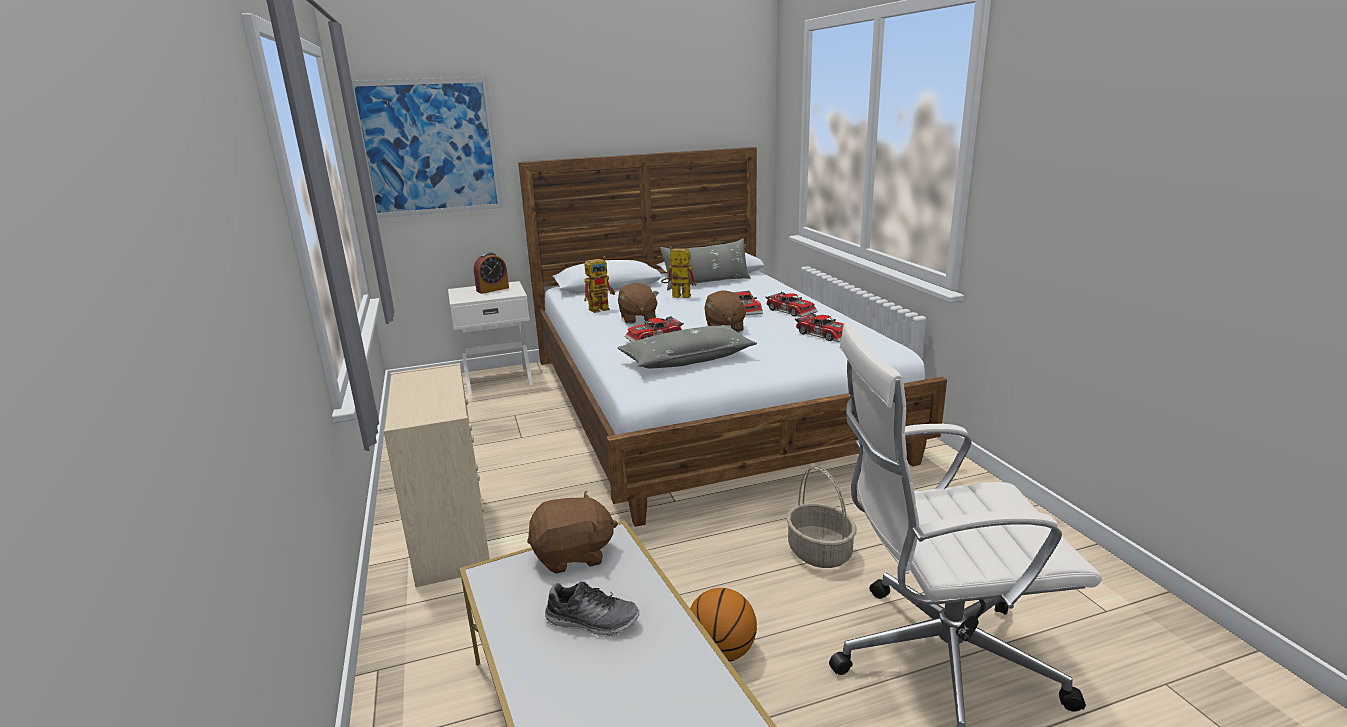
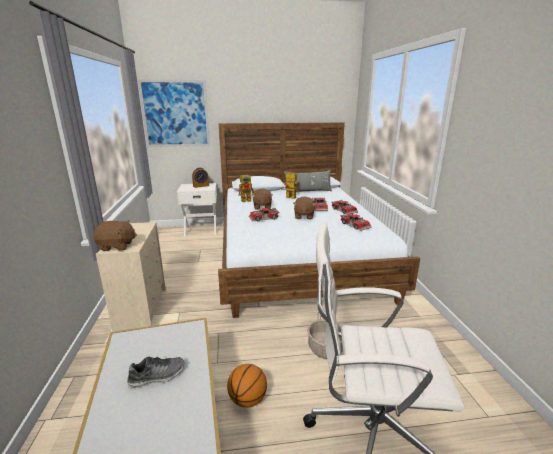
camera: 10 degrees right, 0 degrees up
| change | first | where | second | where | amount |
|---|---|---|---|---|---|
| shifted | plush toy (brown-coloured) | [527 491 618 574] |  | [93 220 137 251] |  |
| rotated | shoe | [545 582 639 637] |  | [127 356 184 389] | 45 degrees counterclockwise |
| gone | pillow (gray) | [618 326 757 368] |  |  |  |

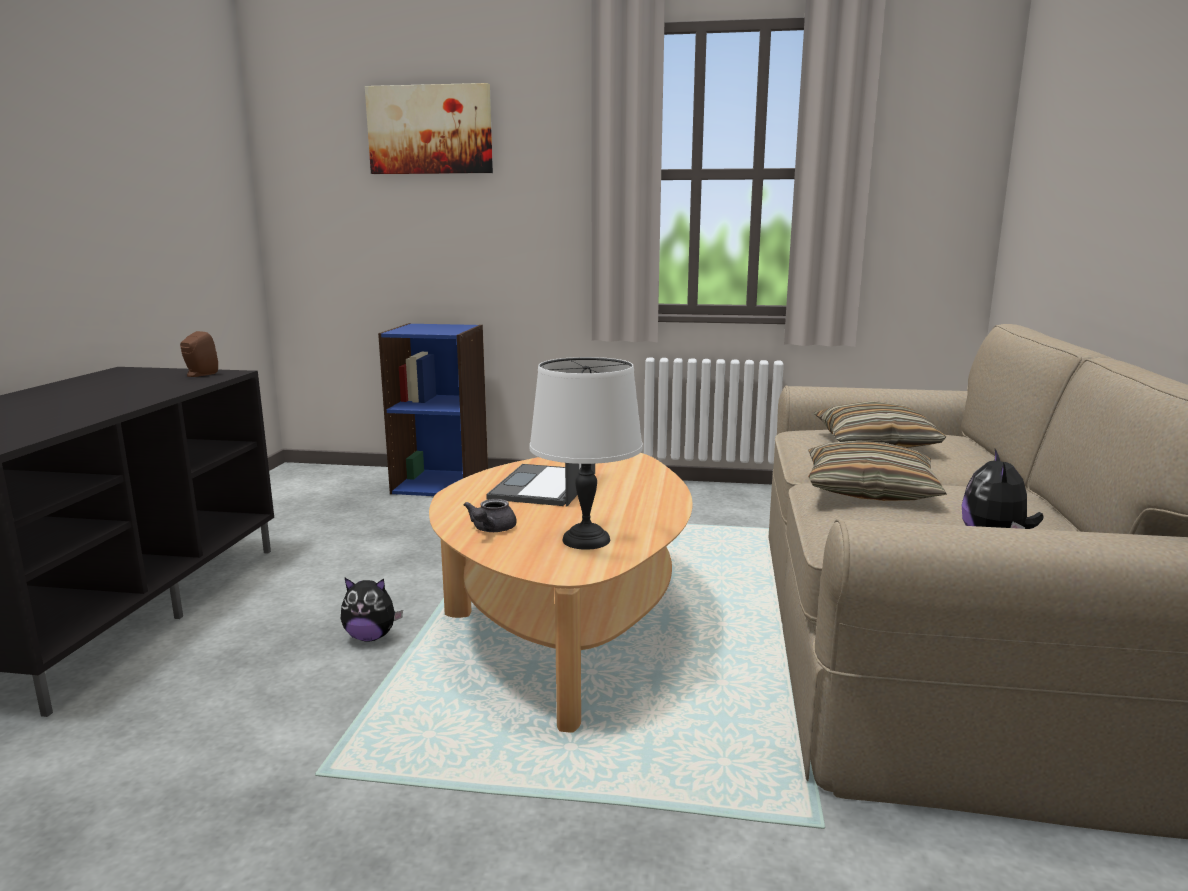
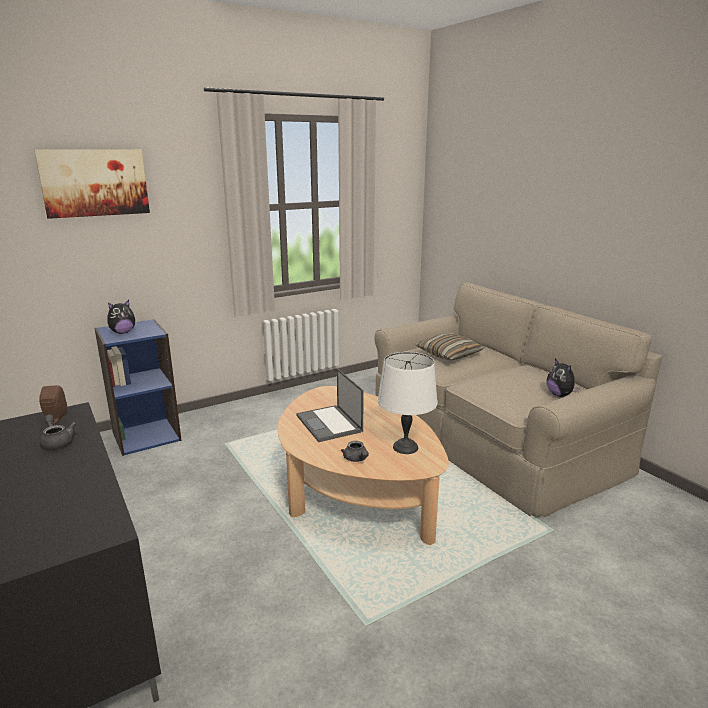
camera: 40 degrees left, 5 degrees up
| change | first | where | second | where | amount |
|---|---|---|---|---|---|
| new |  |  | pot for tea (gray) | [40 414 76 450] |  |
| shifted | plush toy | [341 577 403 642] |  | [108 300 135 334] |  |
| gone | pillow | [808 441 947 501] |  |  |  |

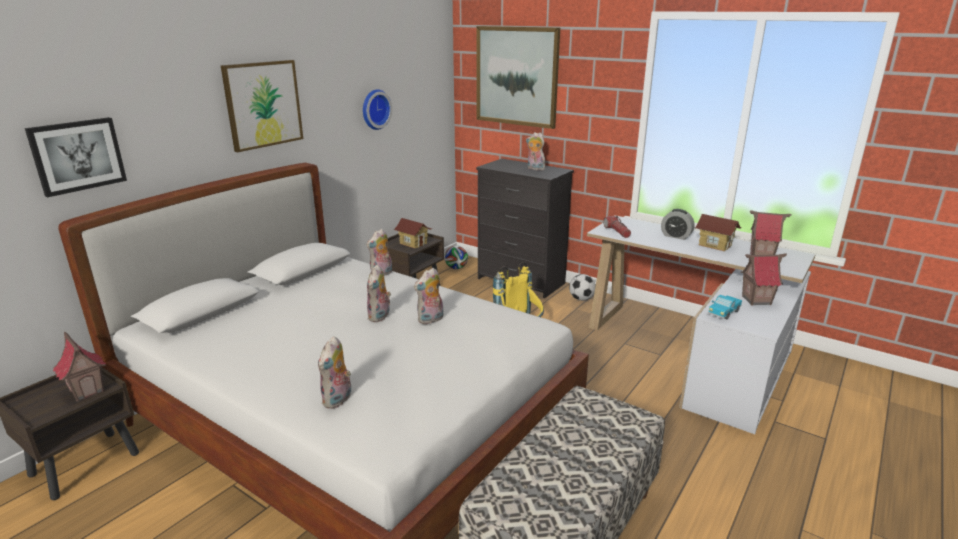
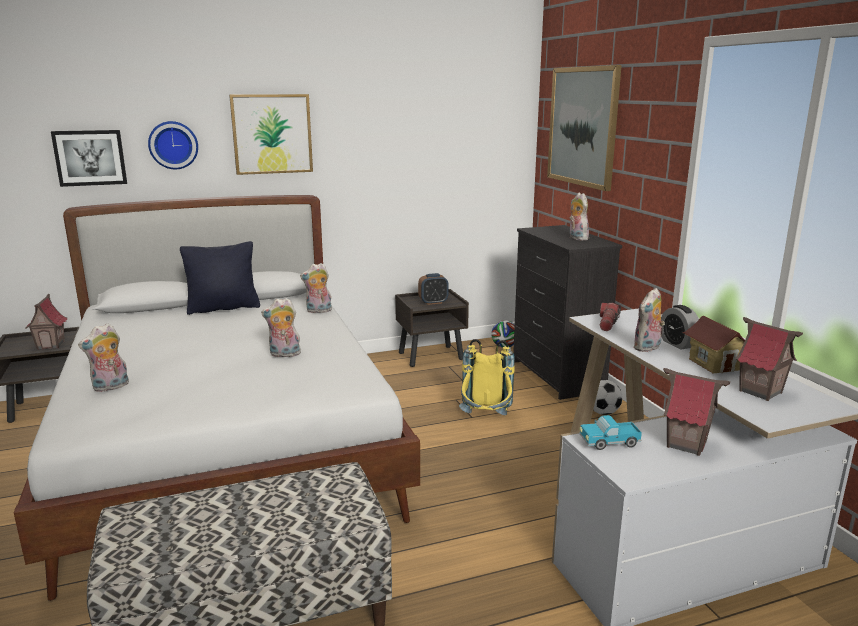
camera: 35 degrees right, 5 degrees down
| change | first | where | second | where | amount |
|---|---|---|---|---|---|
| shifted | wall clock | [363 89 392 130] |  | [148 121 198 169] |  |
| new |  |  | pillow (black) | [180 241 260 315] |  |
| swapped | model house | [393 218 432 248] | table clock | [418 273 449 305] |  |
| shifted | plush toy | [367 265 391 322] |  | [633 288 665 352] |  |

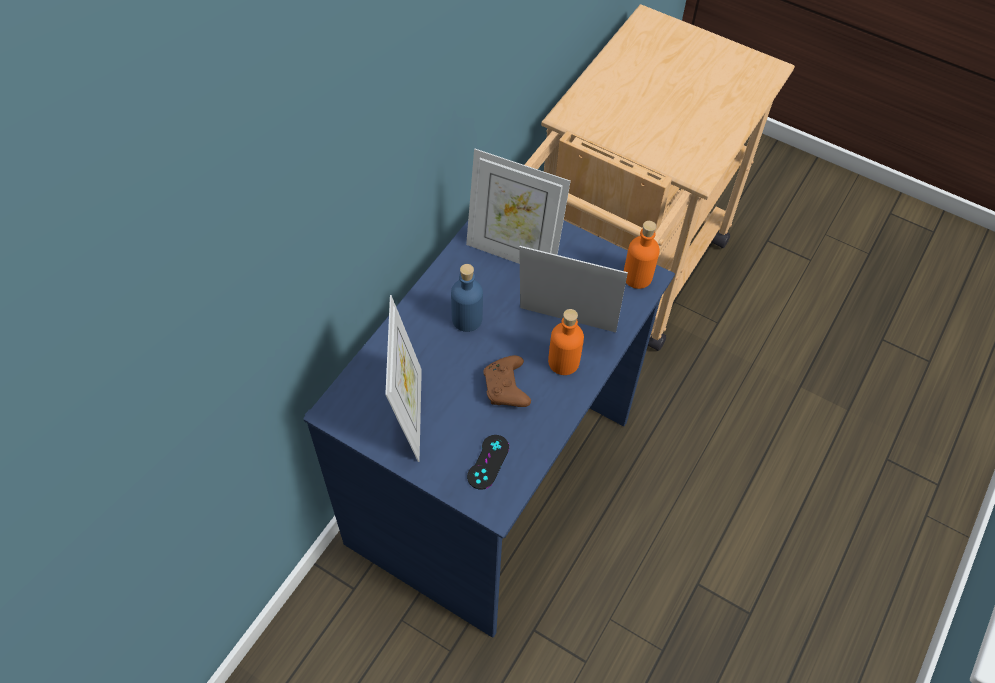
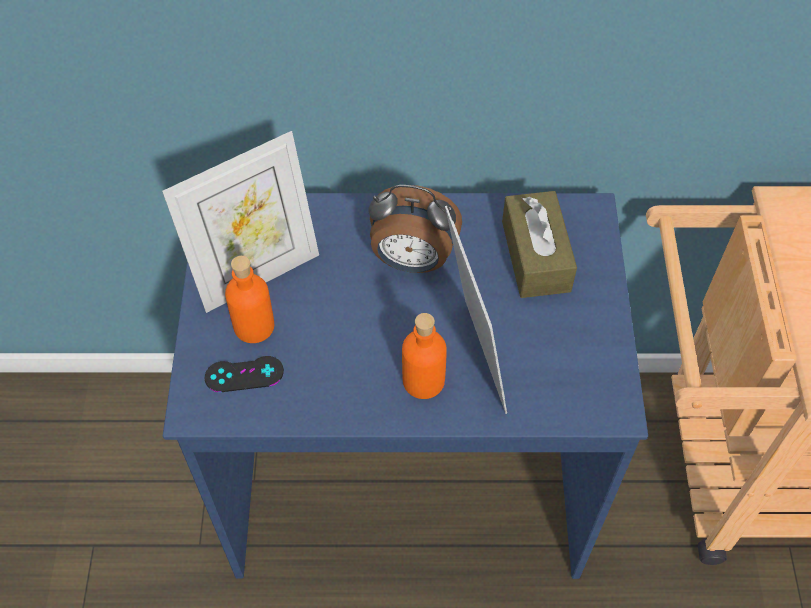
camera: 60 degrees right, 0 degrees up
| change | first | where | second | where | amount |
|---|---|---|---|---|---|
| shifted | drink bottle (orangey) | [624 221 660 289] |  | [225 256 274 343] |  |
| swapped | drink bottle (blue-coloured) | [451 264 483 332] | table clock | [368 185 462 273] |  |
| swapped | photo frame | [466 149 571 264] | tissue holder (brown-coloured) | [502 191 577 298] |  |
| gone | joypad (brown-coloured) | [484 355 531 407] |  |  |  |

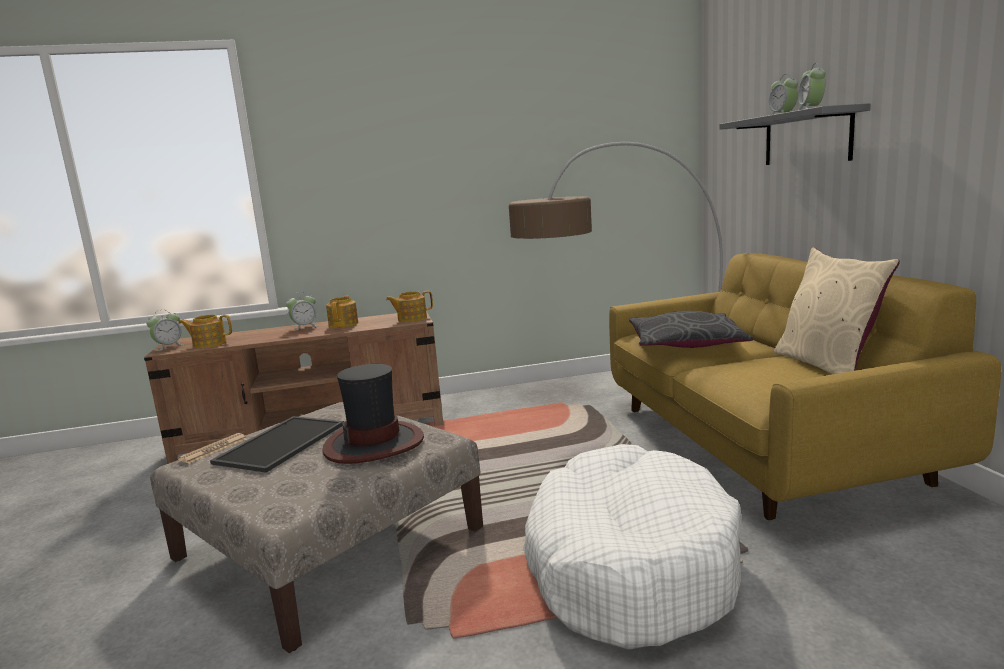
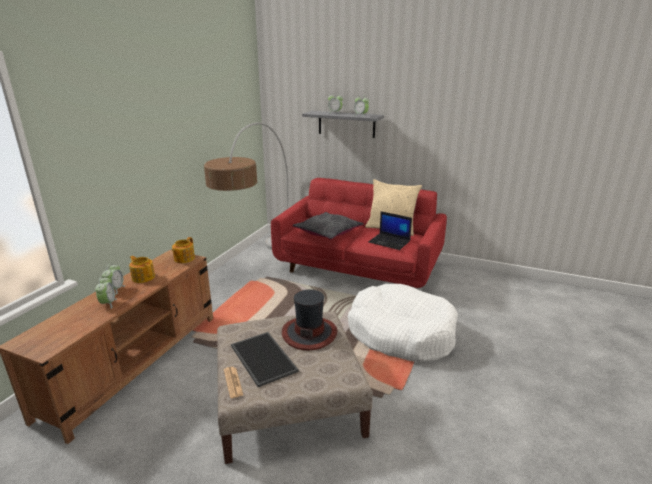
camera: 55 degrees left, 10 degrees up
| change | first | where | second | where | amount |
|---|---|---|---|---|---|
| shifted | table clock | [146 310 183 351] |  | [95 277 117 309] |  |
| repainted | couch (yellow) | [609 253 1001 520] | couch (reddish) | [271 178 447 288] |  |
| new |  |  | laptop | [368 211 412 250] |  |
| gone | pot for tea | [179 315 232 349] |  |  |  |

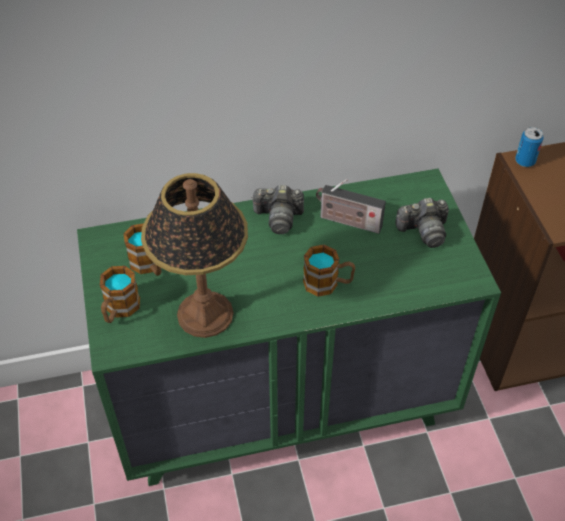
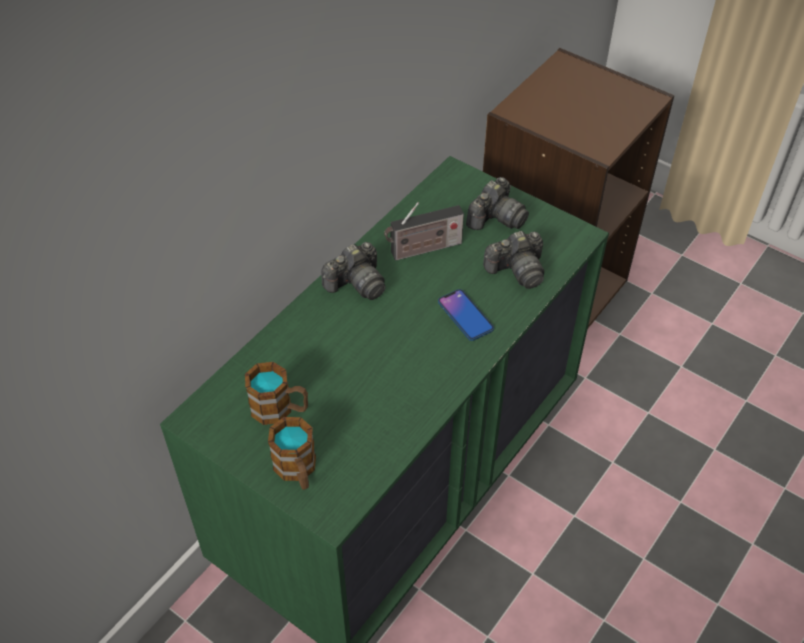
camera: 40 degrees left, 0 degrees up
| change | first | where | second | where | amount |
|---|---|---|---|---|---|
| swapped | coffee mug | [303 245 355 297] | phone | [438 289 494 341] |  |
| new |  |  | photo camera | [483 231 544 289] |  |
| gone | table lamp | [141 173 248 338] |  |  |  |
| gone | sealed can | [515 127 543 167] |  |  |  |

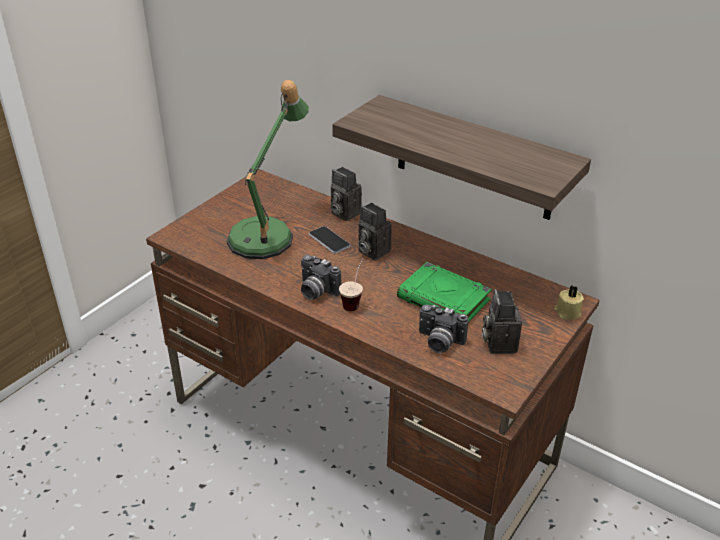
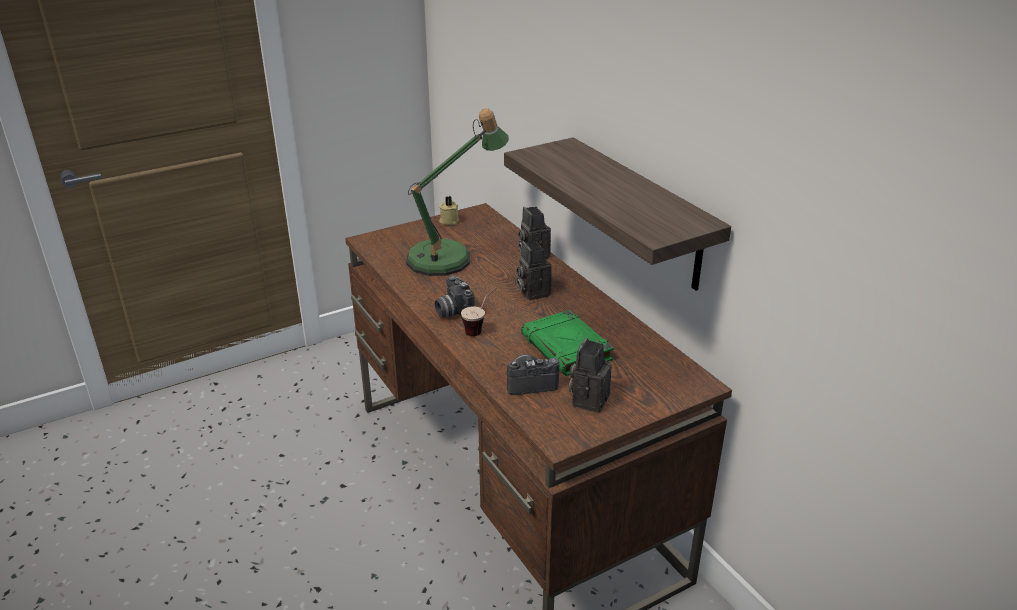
camera: 25 degrees right, 5 degrees down
| change | first | where | second | where | amount |
|---|---|---|---|---|---|
| shifted | candle (beige) | [554 286 584 320] |  | [439 196 459 225] |  |
| rotated | photo camera | [419 304 468 353] |  | [507 354 559 395] | 120 degrees clockwise |
| gone | phone | [309 226 350 254] |  |  |  |

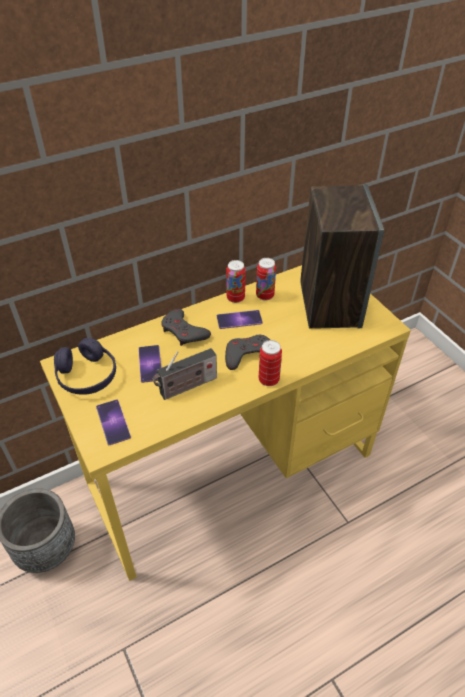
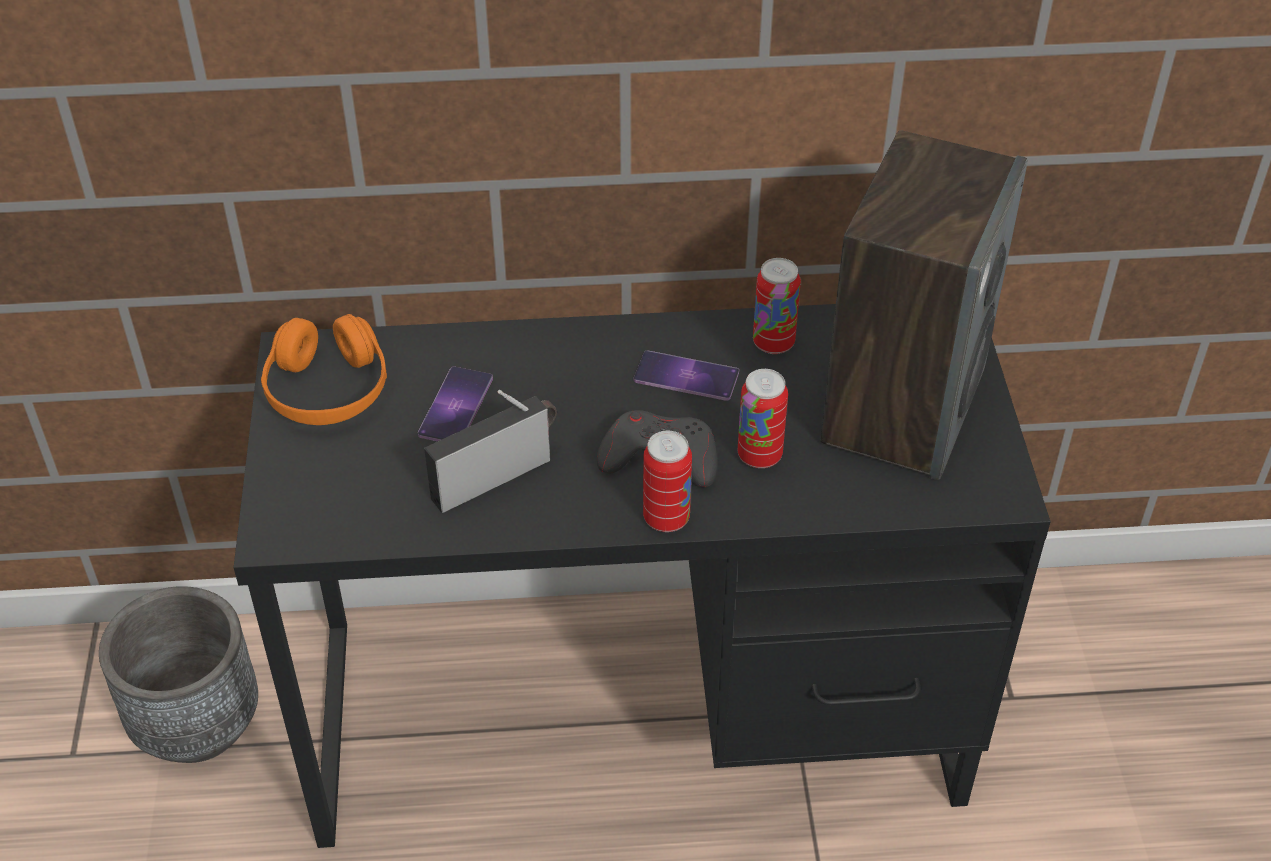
camera: 25 degrees right, 0 degrees up
| change | first | where | second | where | amount |
|---|---|---|---|---|---|
| repainted | desk unit (yellow) | [40 265 411 581] | desk unit (black) | [234 304 1051 848] |  |
| repainted | pair of headphones (purplish) | [54 338 116 395] | pair of headphones (orangey) | [261 314 387 425] |  |
| rotated | radio receiver | [152 348 217 400] |  | [424 390 557 513] | 150 degrees clockwise |
| shifted | sealed can | [226 260 246 303] |  | [738 369 788 468] |  |
| gone | phone | [96 399 131 445] |  |  |  |
| gone | joypad (gray) | [161 309 211 346] |  |  |  |

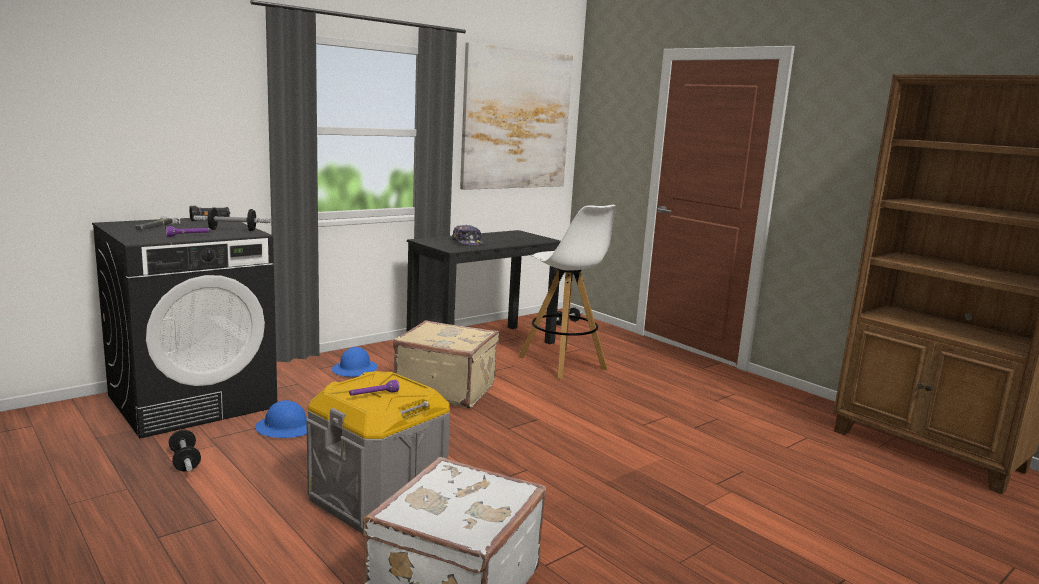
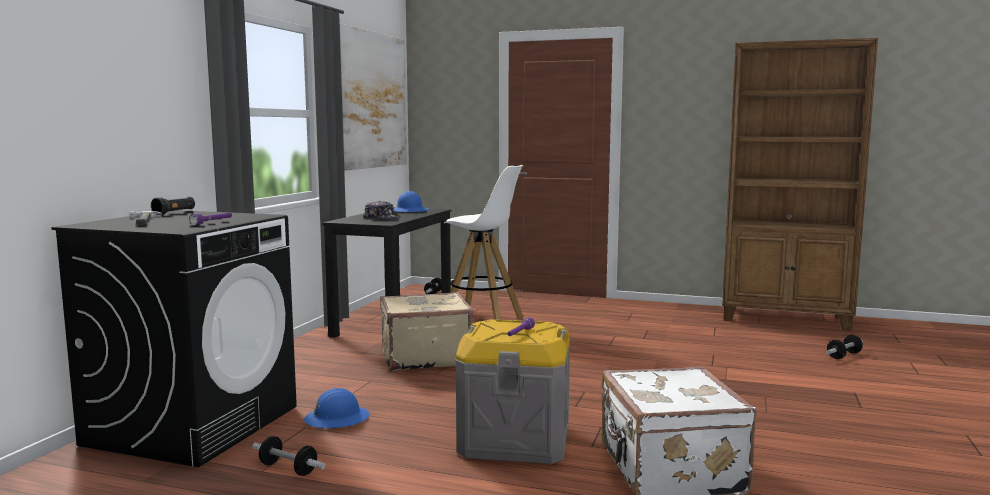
camera: 30 degrees left, 5 degrees down
| change | first | where | second | where | amount |
|---|---|---|---|---|---|
| shifted | safety helmet (blue-coloured) | [332 347 378 377] |  | [394 191 429 212] |  |
| shifted | dumbbell | [193 207 271 231] |  | [826 335 863 359] |  |

